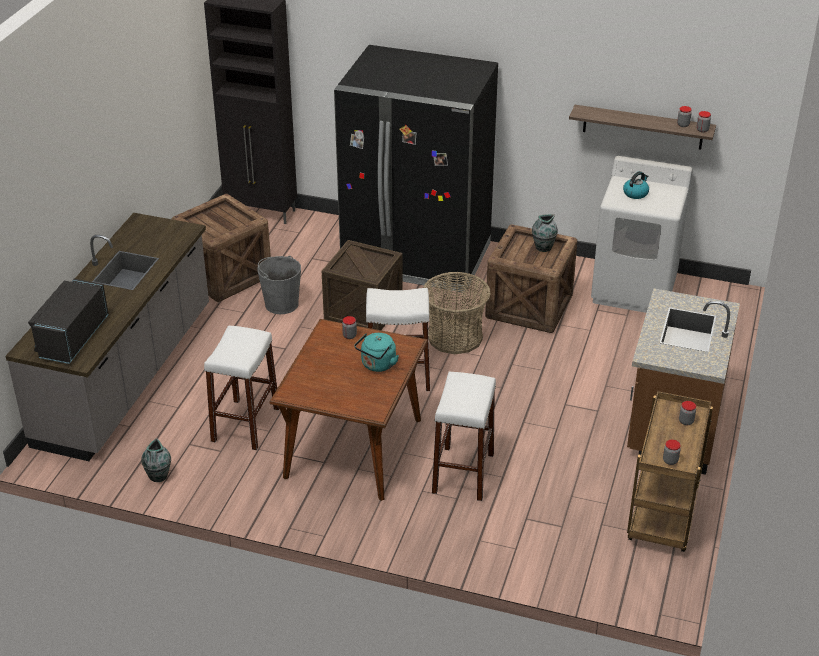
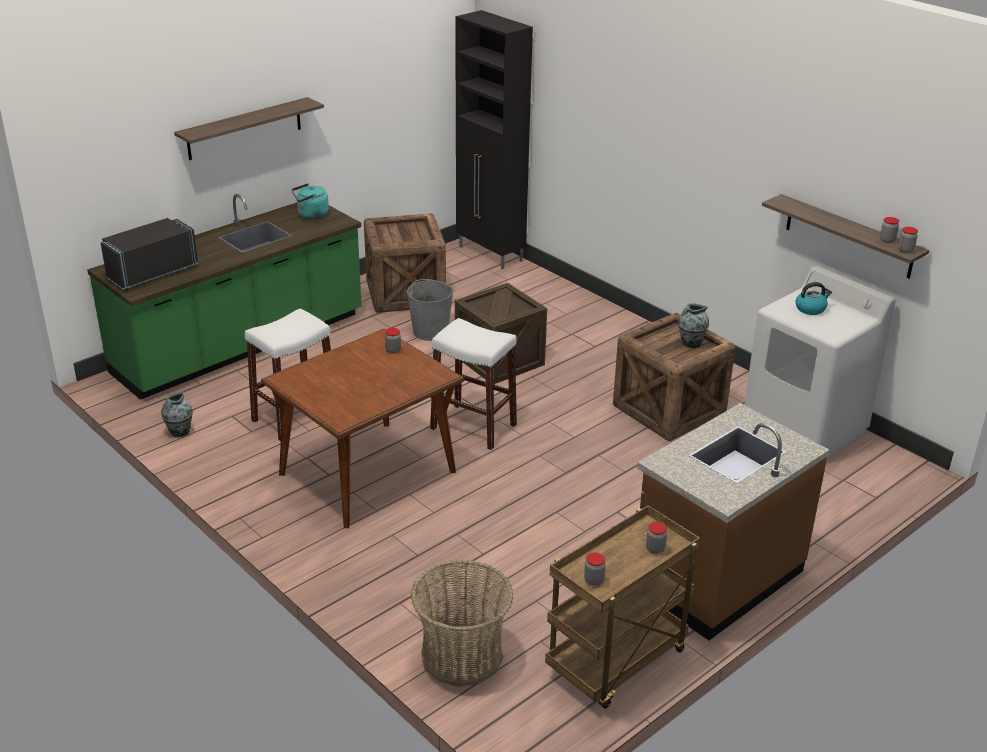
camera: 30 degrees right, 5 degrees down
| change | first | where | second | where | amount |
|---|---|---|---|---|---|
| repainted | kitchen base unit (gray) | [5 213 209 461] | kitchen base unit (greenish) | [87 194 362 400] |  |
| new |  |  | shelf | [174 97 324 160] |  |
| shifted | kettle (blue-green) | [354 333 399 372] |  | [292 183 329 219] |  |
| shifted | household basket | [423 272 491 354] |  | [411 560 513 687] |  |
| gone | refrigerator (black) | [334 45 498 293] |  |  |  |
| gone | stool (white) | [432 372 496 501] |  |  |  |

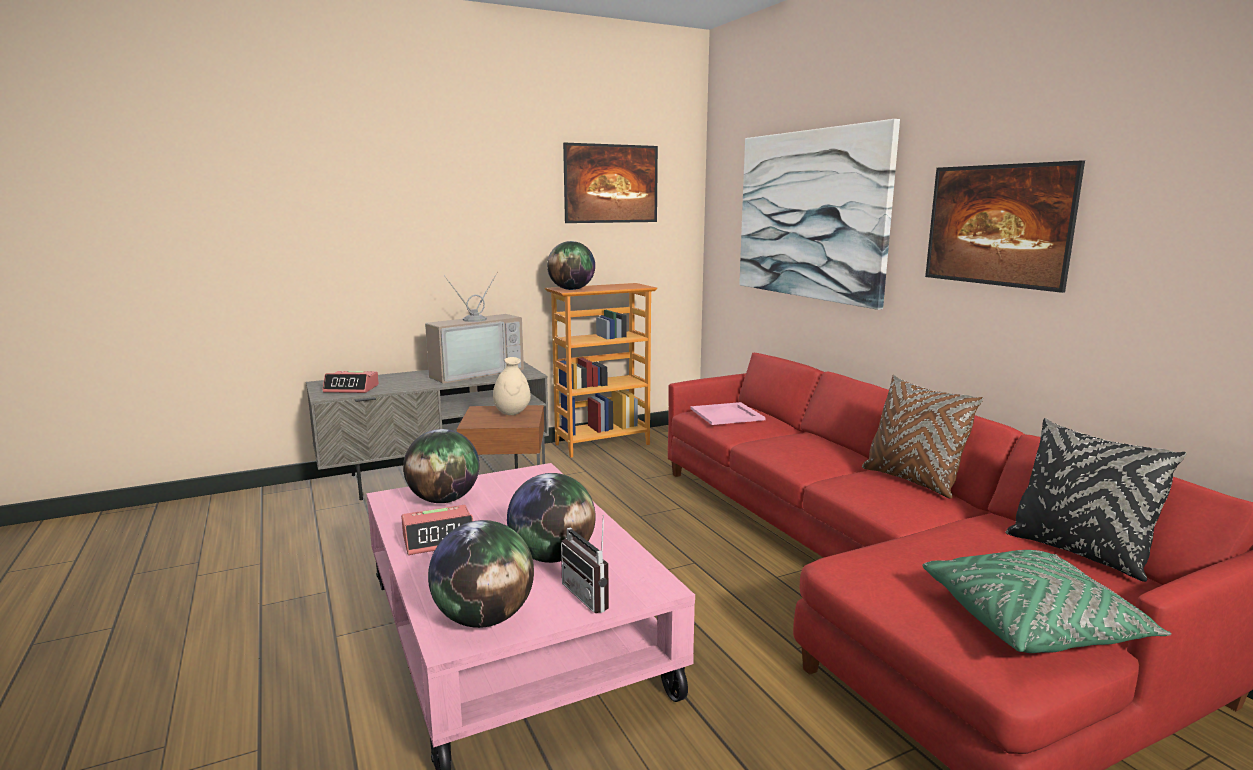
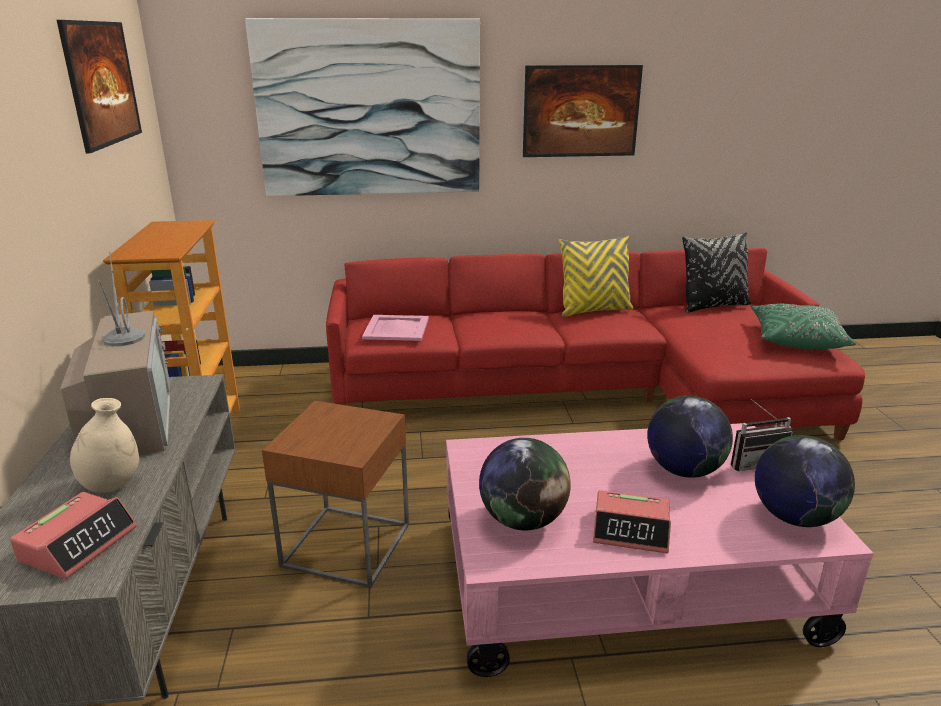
camera: 70 degrees left, 10 degrees up
| change | first | where | second | where | amount |
|---|---|---|---|---|---|
| shifted | vase (beige) | [493 357 531 415] |  | [70 398 139 493] |  |
| repainted | pillow (brown-coloured) | [862 375 984 499] | pillow (yellow) | [559 236 633 317] |  |
| rotated | table clock | [401 505 473 555] |  | [593 490 671 554] | 105 degrees clockwise |
| gone | globe | [547 241 595 290] |  |  |  |

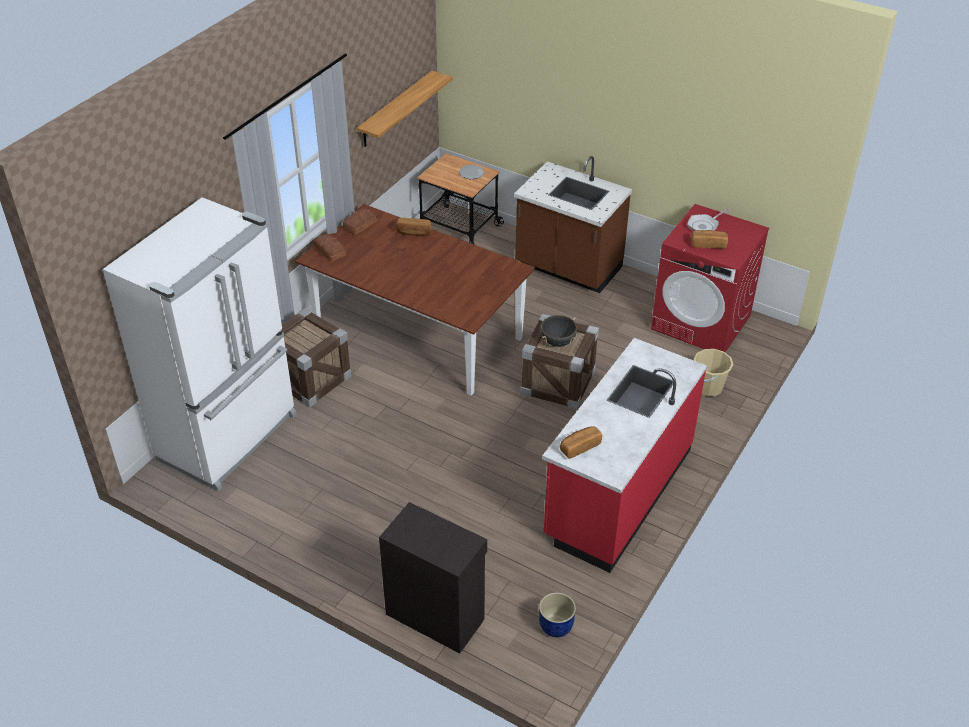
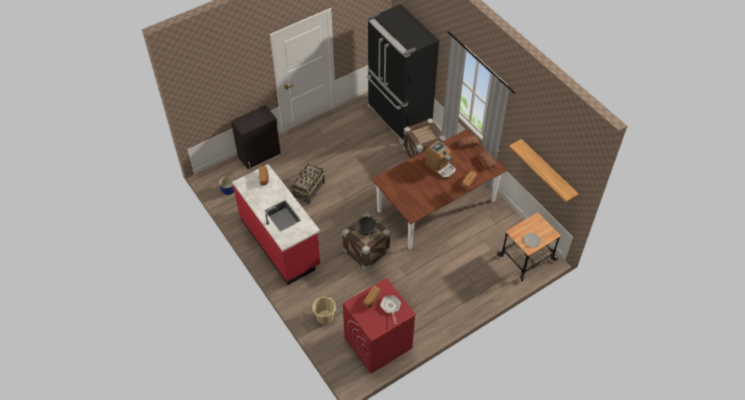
camera: 115 degrees right, 10 degrees up
| change | first | where | second | where | amount |
|---|---|---|---|---|---|
| new |  |  | household basket | [291 163 325 205] |  |
| repainted | refrigerator (white) | [103 197 297 491] | refrigerator (black) | [367 4 439 143] |  |
| new |  |  | coffee machine | [425 140 456 179] |  |
| gone | kitchen base unit (brown-coloured) | [514 156 632 293] |  |  |  |

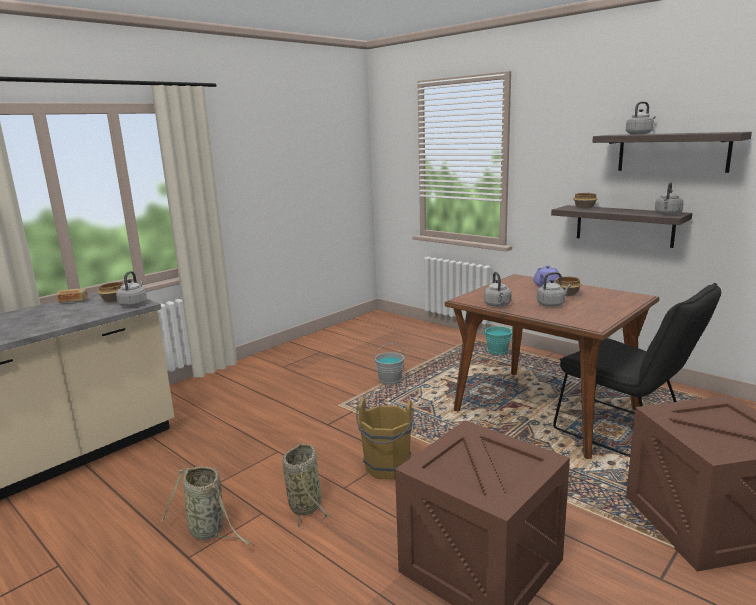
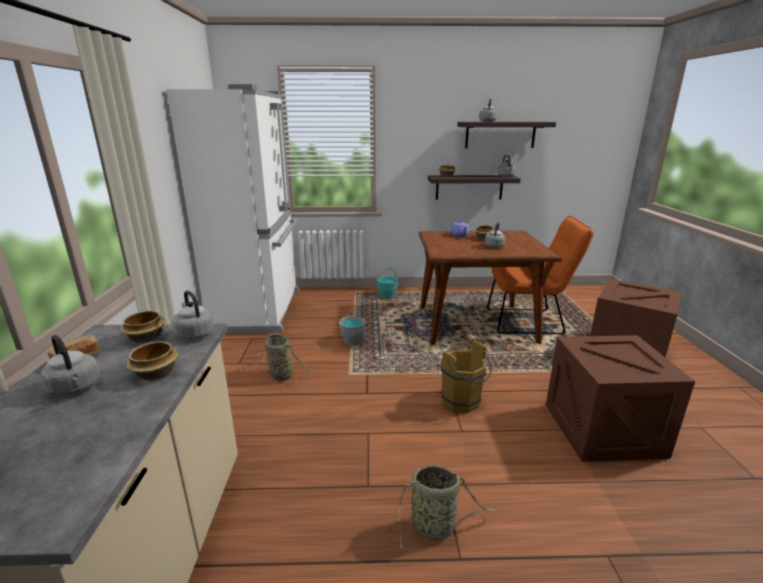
camera: 45 degrees left, 5 degrees up
| change | first | where | second | where | amount |
|---|---|---|---|---|---|
| shifted | kettle (gray) | [484 272 512 307] |  | [41 335 100 396] |  |
| new |  |  | serving bowl | [126 341 178 381] |  |
| new |  |  | refrigerator (white) | [166 84 299 334] |  |
| shifted | household basket | [282 444 330 530] |  | [255 334 310 384] |  |
| repainted | plain chair (black) | [553 283 721 457] | plain chair (orangey) | [487 216 594 334] |  |

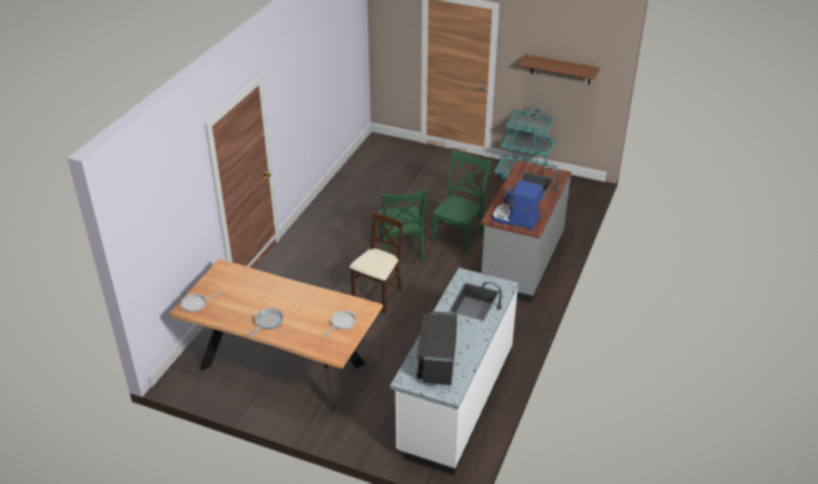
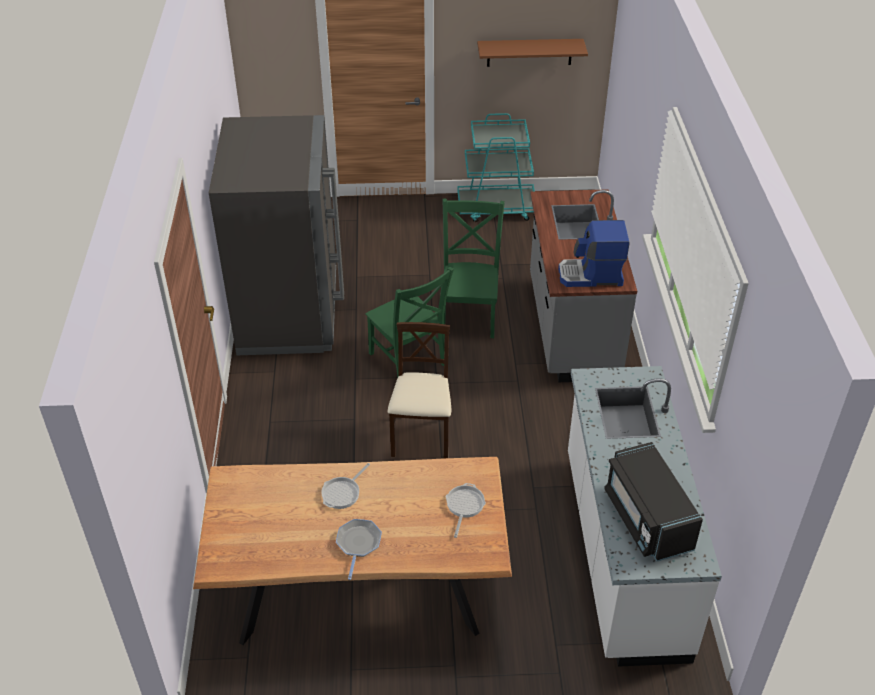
camera: 25 degrees left, 5 degrees up
| change | first | where | second | where | amount |
|---|---|---|---|---|---|
| new |  |  | refrigerator (gray) | [209 115 344 355] |  |
| shifted | skillet | [179 292 222 312] |  | [321 463 370 509] |  |

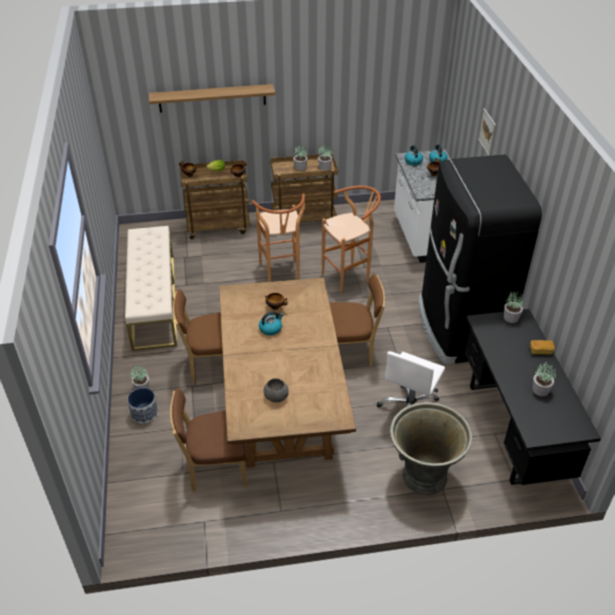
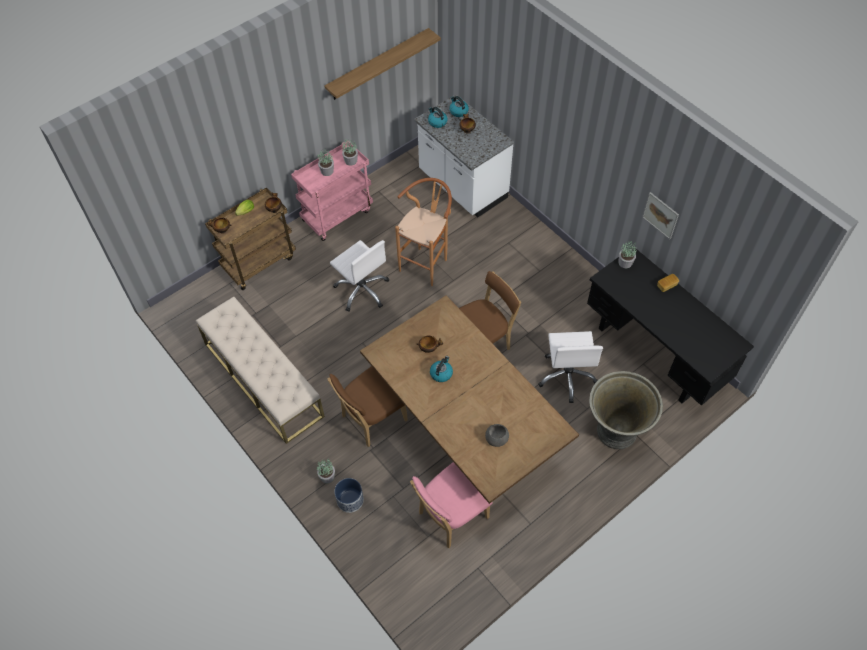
camera: 30 degrees left, 15 degrees up
| change | first | where | second | where | amount |
|---|---|---|---|---|---|
| repainted | cart (brown-coloured) | [270 153 338 224] | cart (pinkish) | [291 141 373 241] |  |
| shifted | shelf | [149 84 275 113] |  | [324 28 441 100] |  |
| swapped | stool (brown-coloured) | [251 193 305 282] | computer chair (white) | [330 240 389 312] |  |
| repainted | plain chair (brown-coloured) | [170 388 248 492] | plain chair (pinkish) | [410 462 493 548] |  |
| shifted | picture | [478 108 496 156] |  | [642 192 679 239] |  |
| gone | refrigerator (black) | [419 155 542 364] |  |  |  |
| gone | houseplant | [533 361 556 396] |  |  |  |

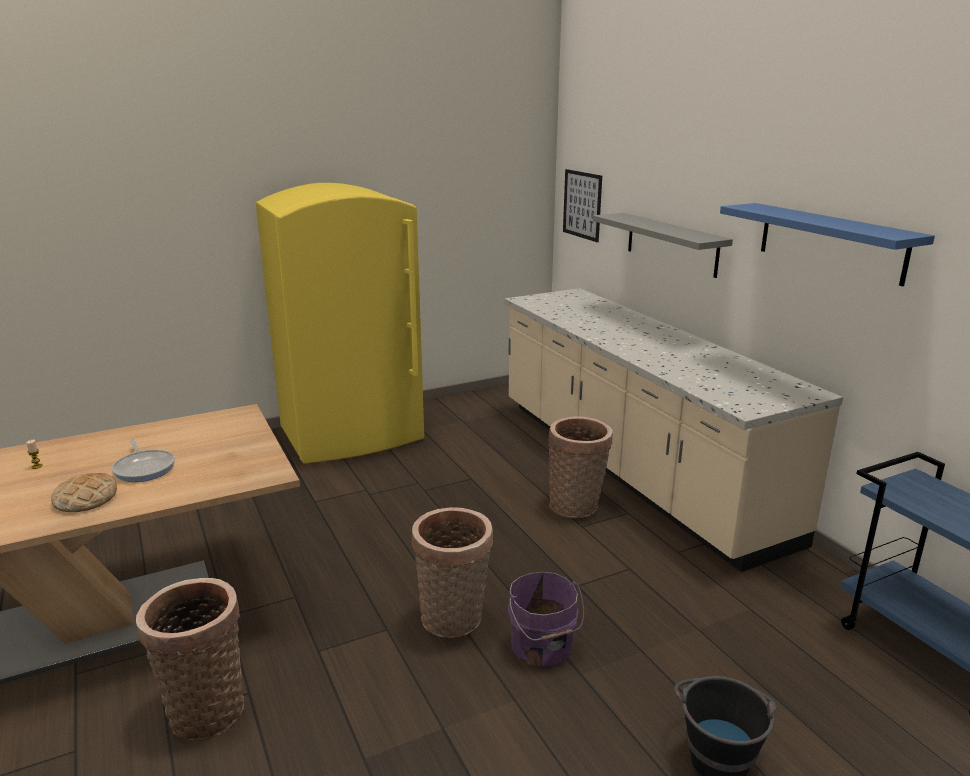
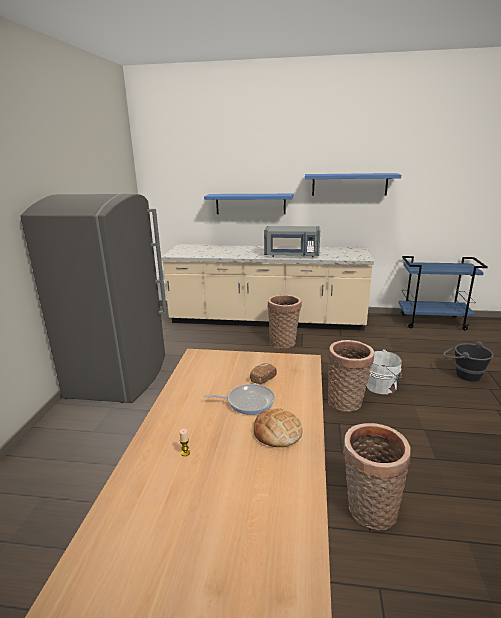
camera: 55 degrees left, 0 degrees up
| change | first | where | second | where | amount |
|---|---|---|---|---|---|
| repainted | refrigerator (yellow) | [256 183 424 464] | refrigerator (gray) | [20 194 167 403] |  |
| repainted | shelf (gray) | [593 213 733 278] | shelf (blue-coloured) | [204 194 293 214] |  |
| new |  |  | baked bread | [250 363 277 384] |  |
| new |  |  | microwave oven (gray) | [264 226 320 257] |  |
| repainted | bucket (purplish) | [508 572 584 666] | bucket (white) | [367 349 402 394] |  |
| gone | picture | [563 169 602 242] |  |  |  |

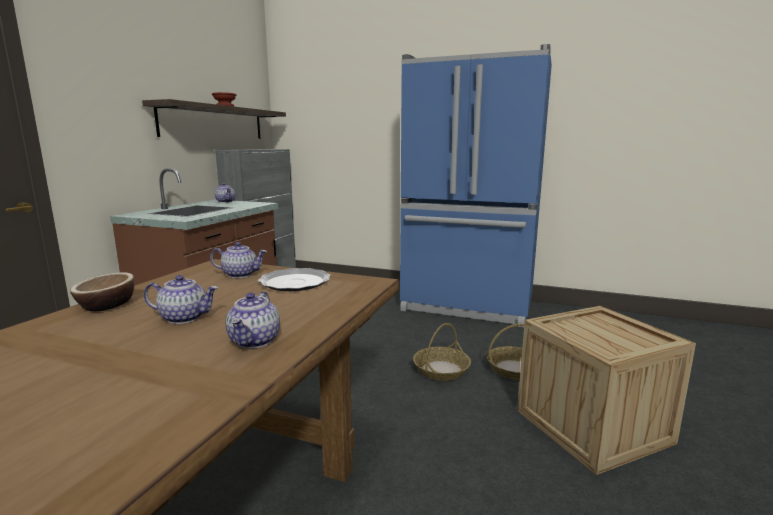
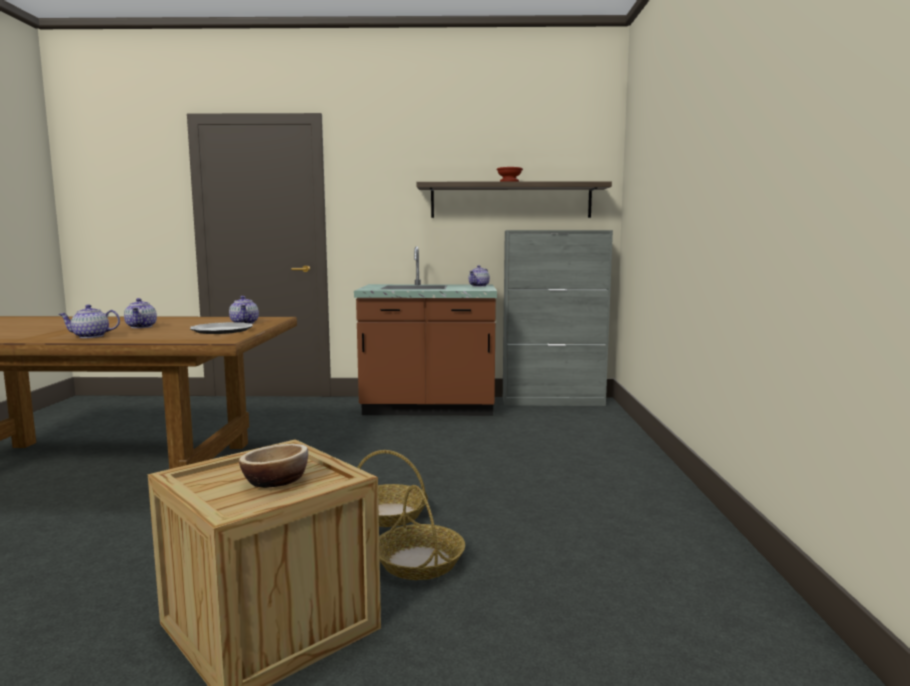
camera: 70 degrees right, 5 degrees down
| change | first | where | second | where | amount |
|---|---|---|---|---|---|
| shifted | serving bowl | [70 272 135 312] |  | [239 444 308 488] |  |
| gone | refrigerator (blue-coloured) | [400 44 552 327] |  |  |  |

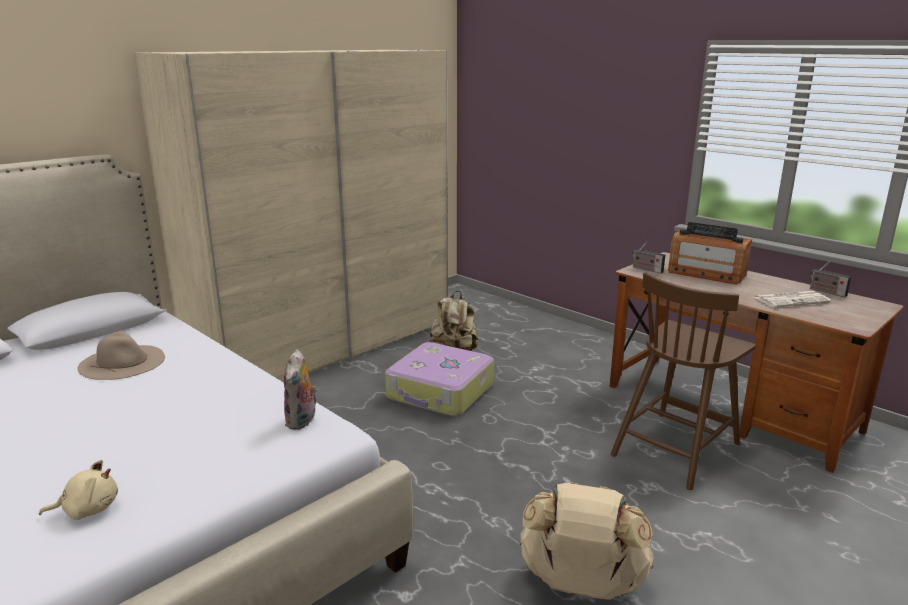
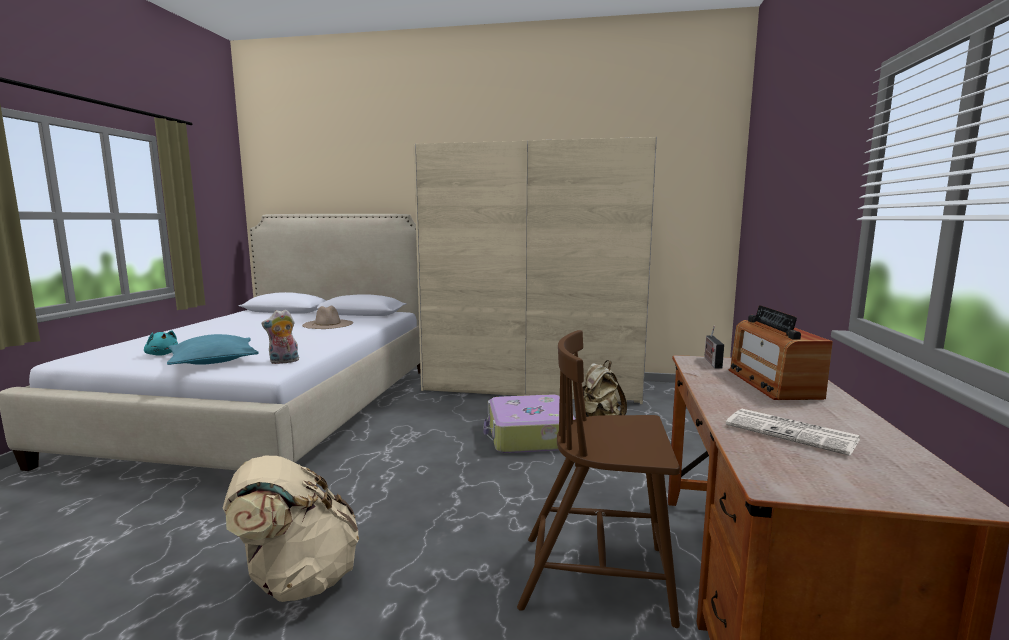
camera: 55 degrees right, 10 degrees down
| change | first | where | second | where | amount |
|---|---|---|---|---|---|
| repainted | plush toy (beige) | [39 460 118 520] | plush toy (blue-green) | [144 330 178 356] |  |
| new |  |  | pillow (blue-green) | [167 334 259 365] |  |
| gone | radio receiver | [809 262 851 297] |  |  |  |

